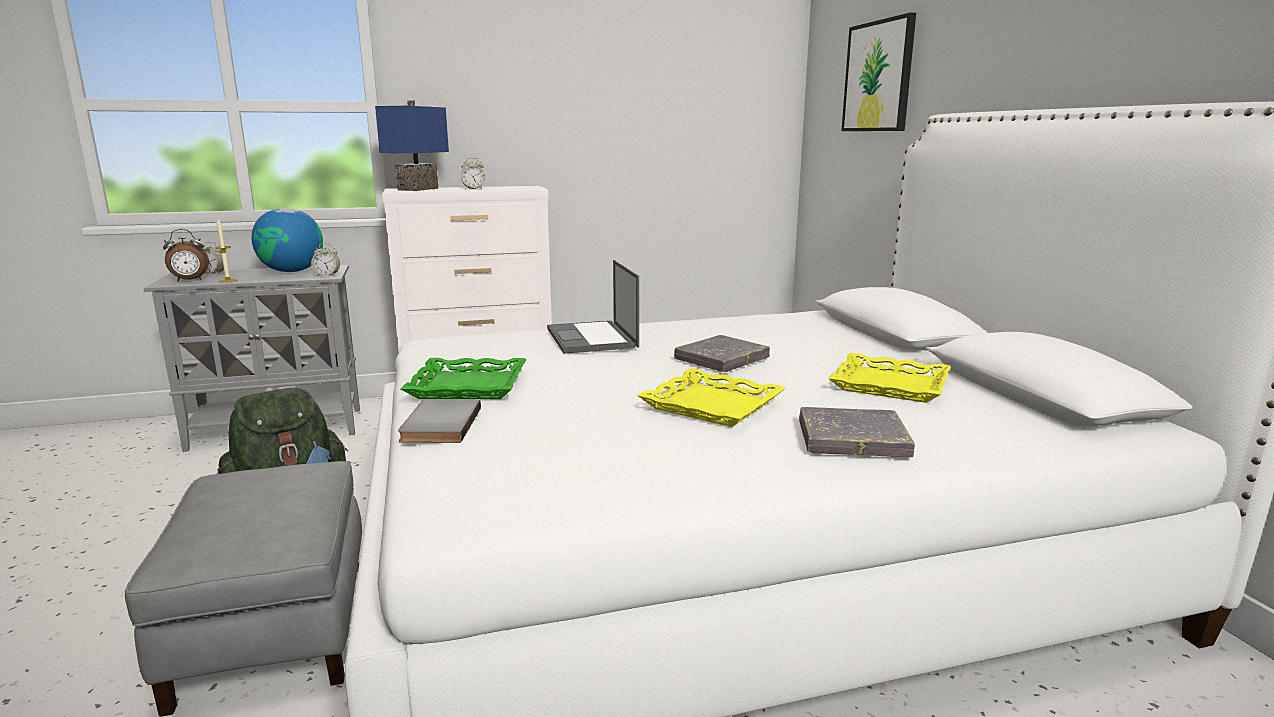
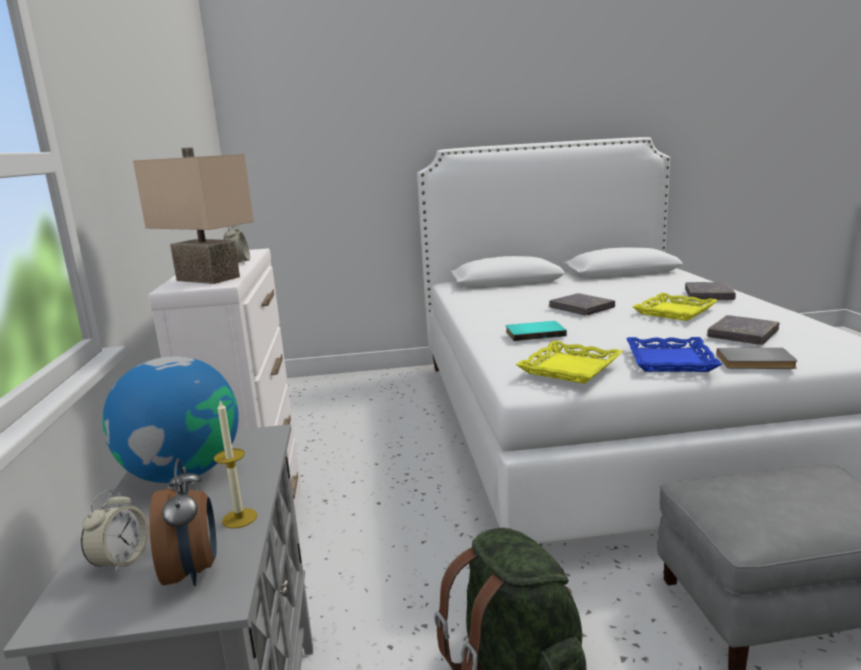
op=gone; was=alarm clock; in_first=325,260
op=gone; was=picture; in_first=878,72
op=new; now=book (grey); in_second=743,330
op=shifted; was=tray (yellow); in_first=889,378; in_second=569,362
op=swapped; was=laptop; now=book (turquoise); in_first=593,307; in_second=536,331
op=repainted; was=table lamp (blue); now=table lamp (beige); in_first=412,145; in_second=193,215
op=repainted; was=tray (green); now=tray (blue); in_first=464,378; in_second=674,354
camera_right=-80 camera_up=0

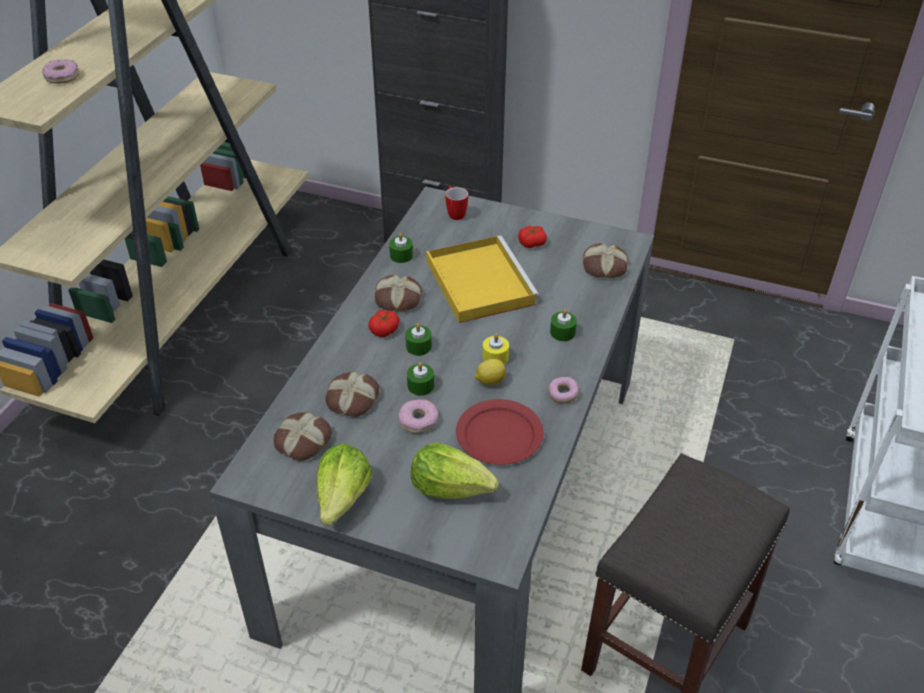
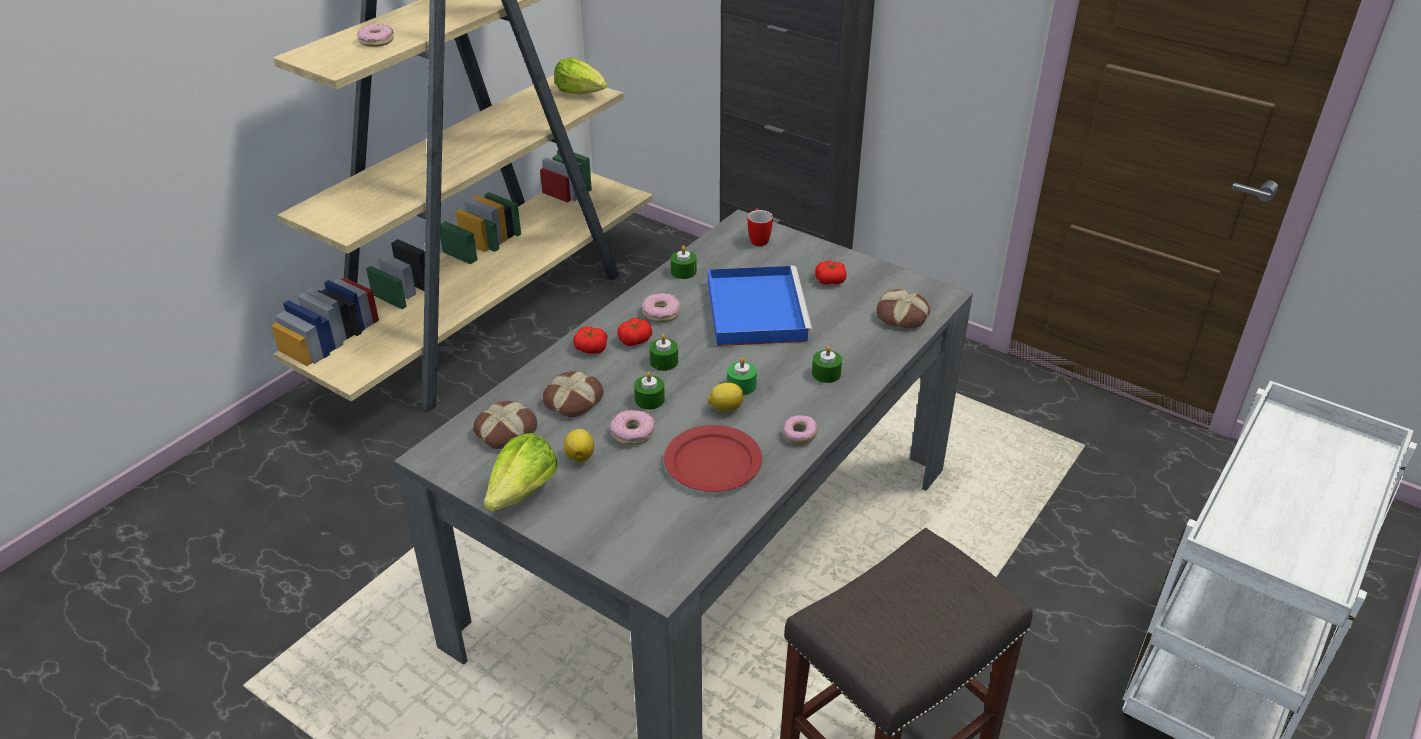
op=new; now=lemon; in_second=579,445
op=new; now=tomato; in_second=590,340
op=shifted; was=lettuce; in_first=455,470; in_second=580,75
op=swapped; was=bread; now=donut; in_first=398,292; in_second=661,307
op=repainted; was=tray (yellow); now=tray (blue); in_first=482,279; in_second=760,305
op=repainted; was=candle (yellow); now=candle (green); in_first=496,349; in_second=742,376
camera_right=15 camera_up=-5

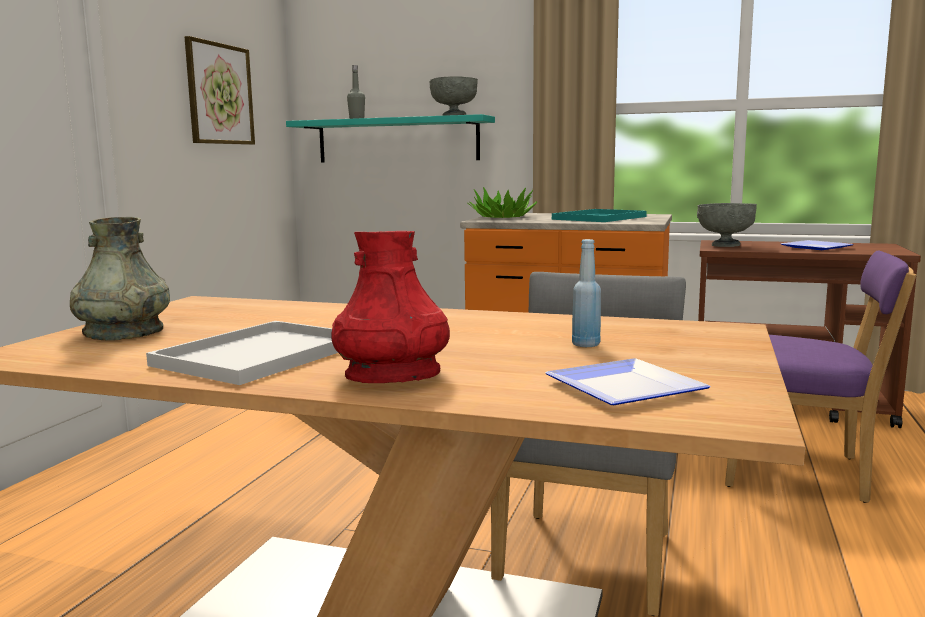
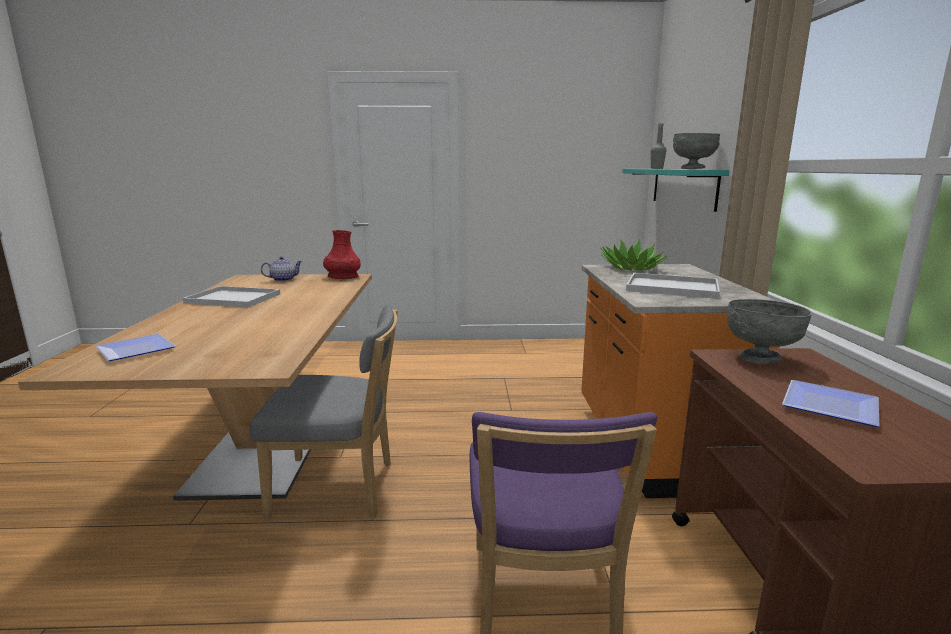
op=gone; was=picture; in_first=220,90
op=gone; was=bottle (blue); in_first=586,293
op=shifted; was=vase (red); in_first=390,307; in_second=342,254
op=swapped; was=vase (grey); now=teapot; in_first=120,278; in_second=282,269
op=repainted; was=tray (turquoise); now=tray (white); in_first=599,215; in_second=673,286
camera_right=70 camera_up=5

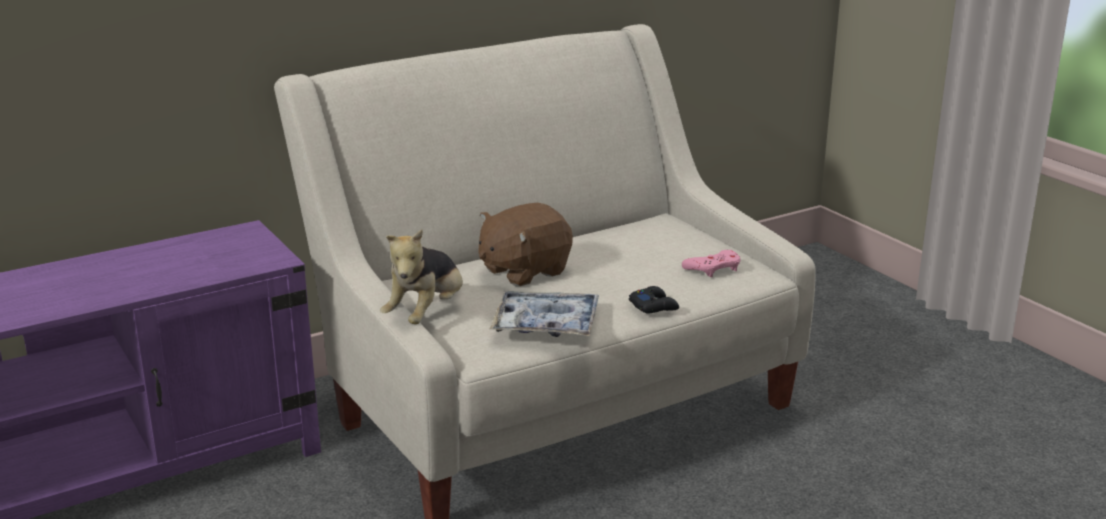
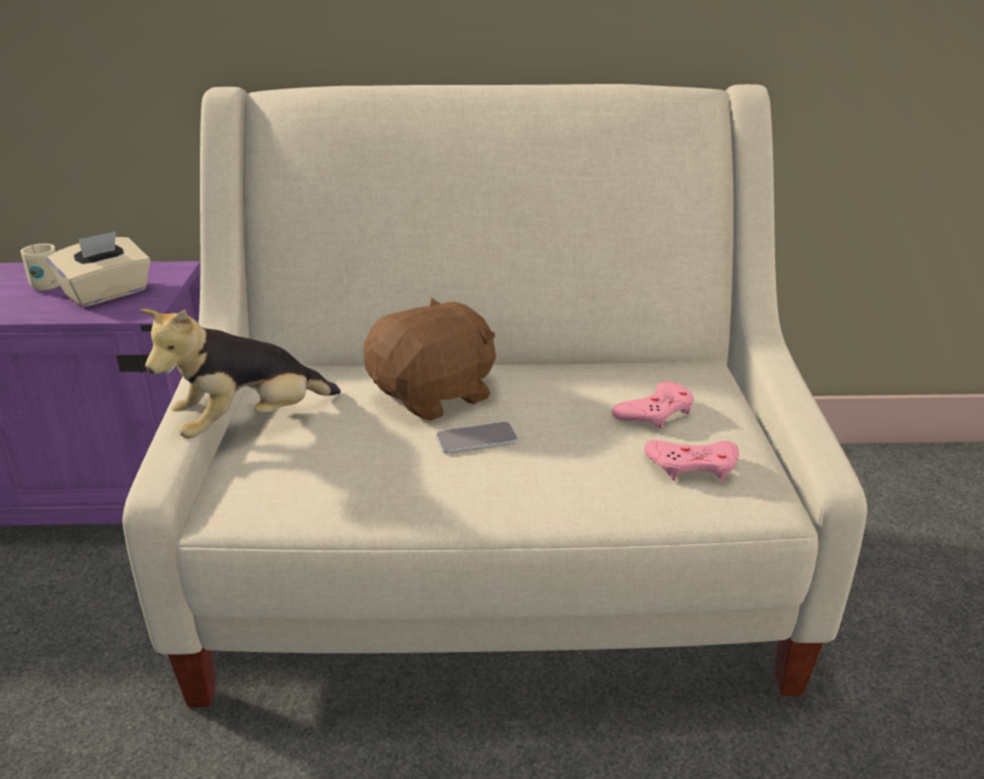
op=gone; was=tray; in_first=544,314
op=gone; was=game controller (black); in_first=654,299
op=new; now=mug (beige); in_second=40,267
op=new; now=tissue box (beige); in_second=98,269
op=new; now=phone; in_second=477,438
op=new; now=game controller (pink); in_second=653,405
op=rotated; was=plush toy (brown); in_first=526,244; in_second=429,359; clockwise=150
camera_right=30 camera_up=5

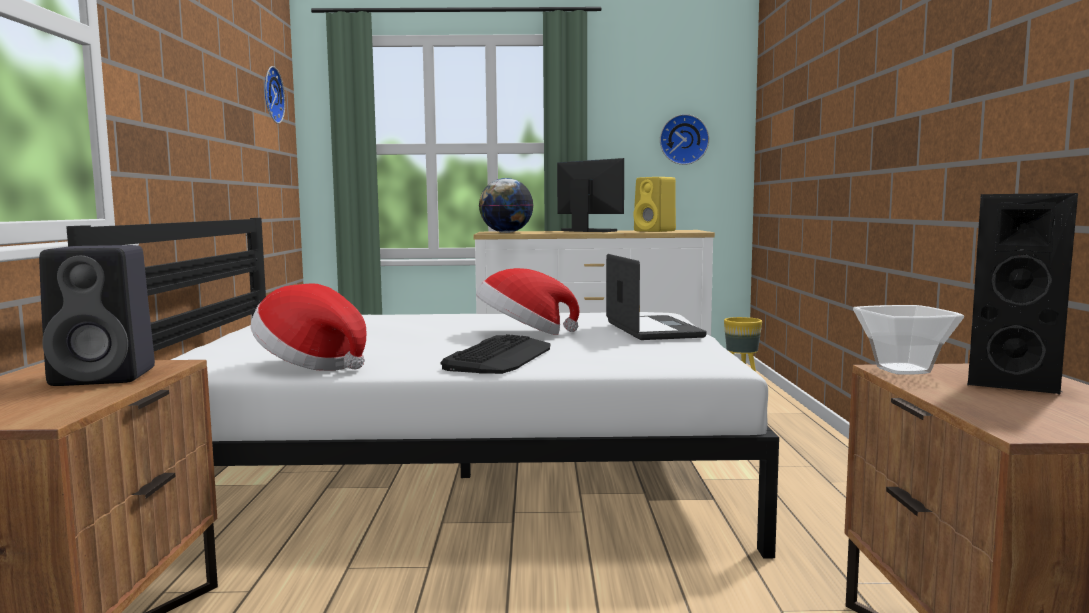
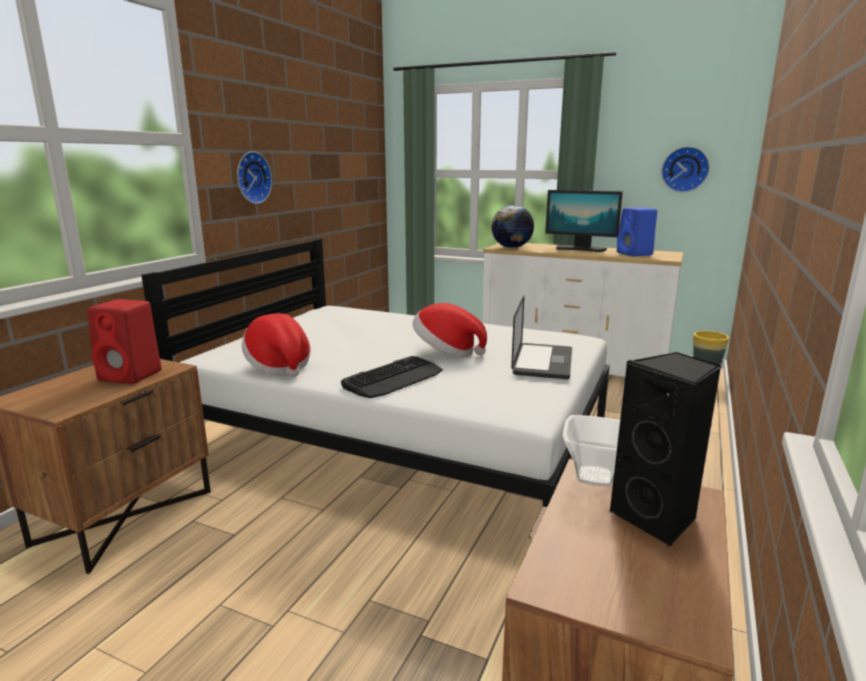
op=shifted; was=wall clock; in_first=275,95; in_second=254,177
op=repainted; was=speaker (black); now=speaker (red); in_first=97,315; in_second=124,341
op=repainted; was=speaker (yellow); now=speaker (blue); in_first=654,204; in_second=637,231
op=rotated; was=monitor; in_first=590,195; in_second=584,221; clockwise=135
camera_right=25 camera_up=10

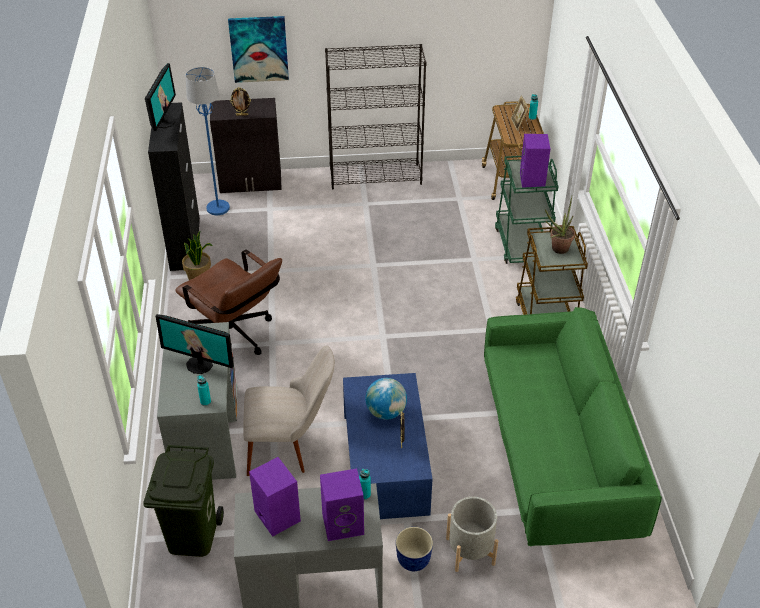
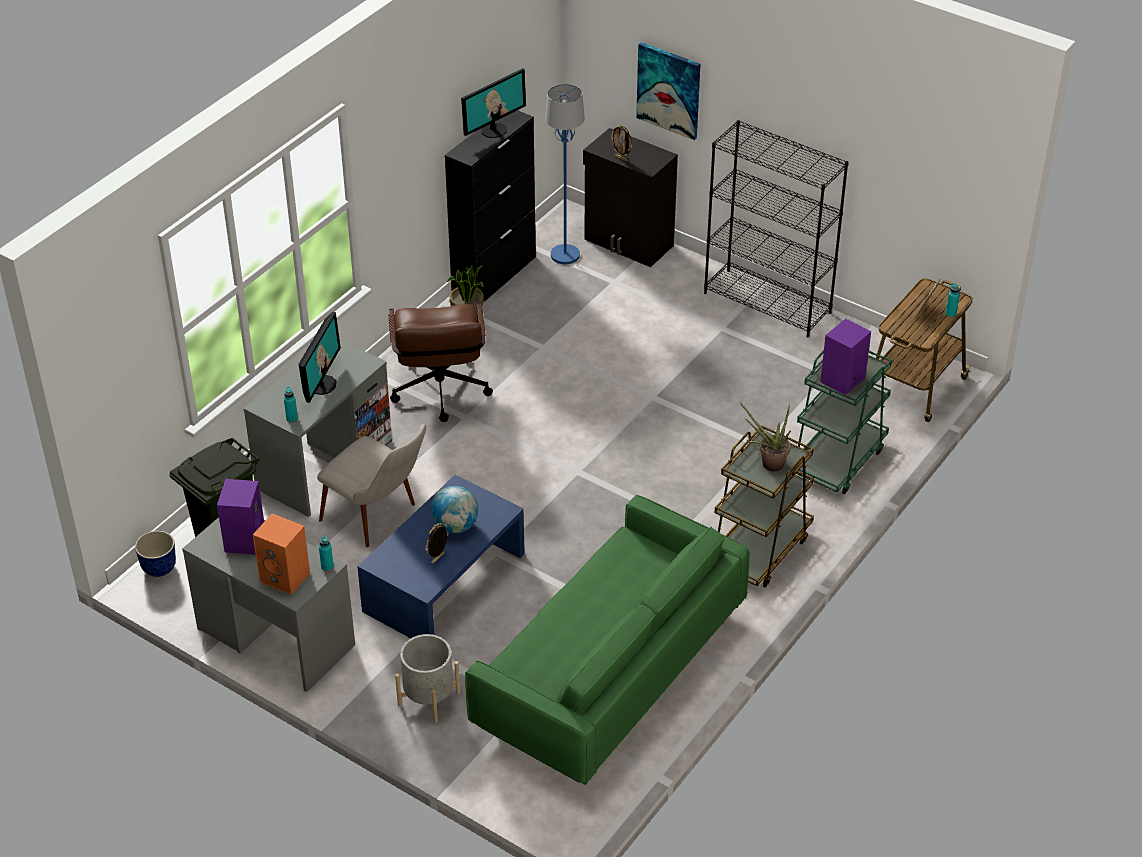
op=shifted; was=planter; in_first=414,549; in_second=155,554
op=repainted; was=speaker (purple); now=speaker (orange); in_first=342,504; in_second=281,554
op=rotated; was=monitor; in_first=195,344; in_second=320,357; clockwise=-135
camera_right=40 camera_up=0

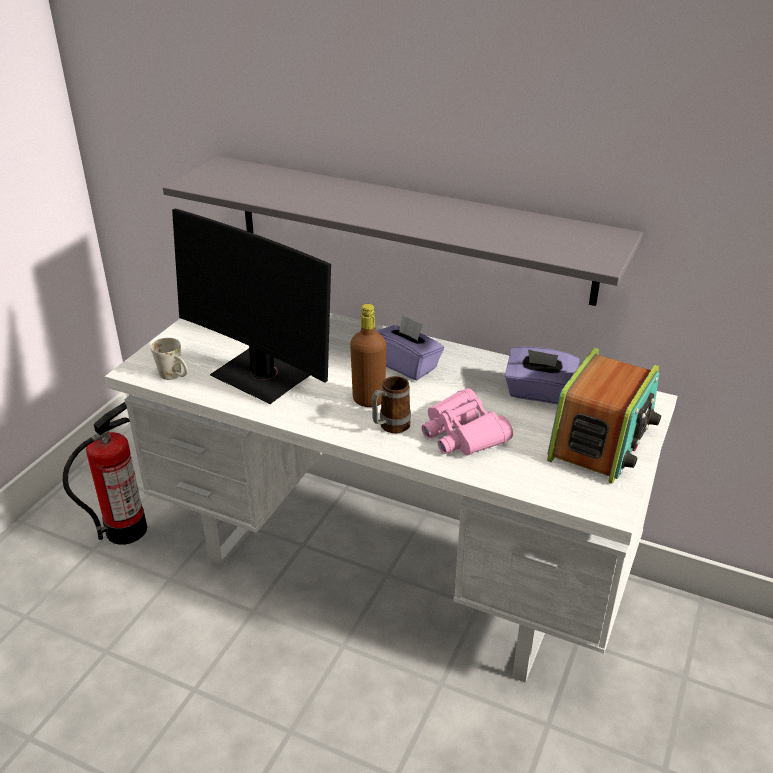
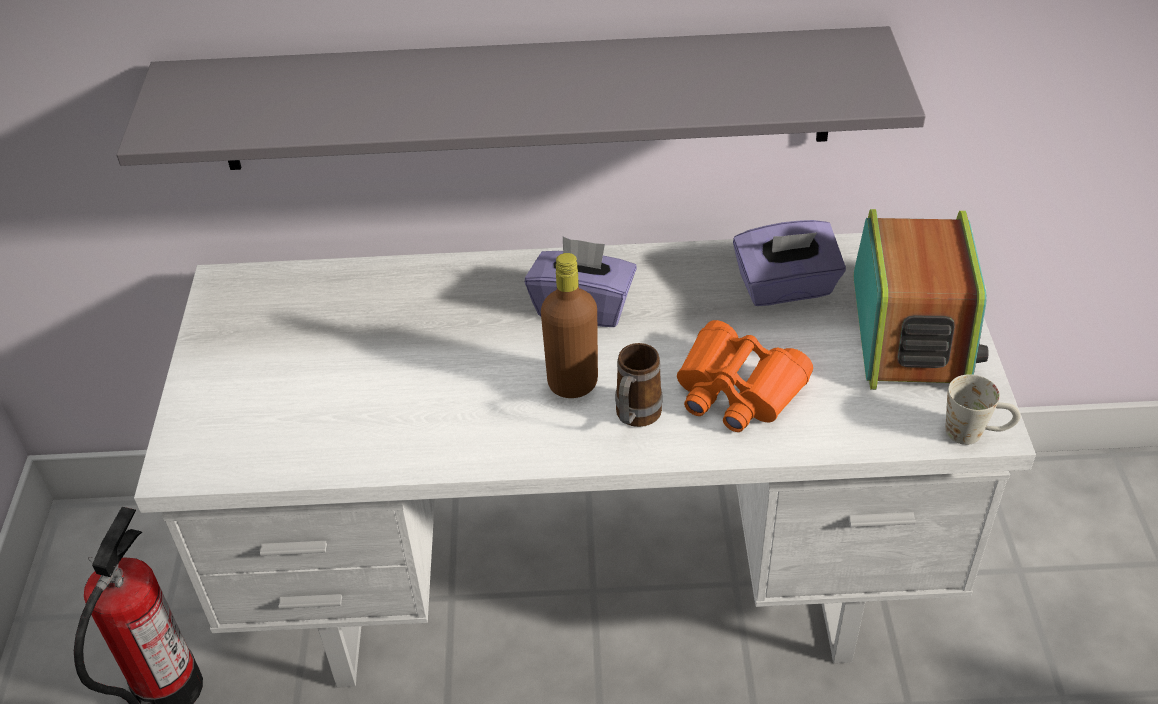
op=gone; was=monitor; in_first=251,306
op=shifted; was=mug (white); in_first=169,359; in_second=982,409
op=repainted; was=binoculars (pink); now=binoculars (orange); in_first=467,422; in_second=745,376
camera_right=-25 camera_up=10

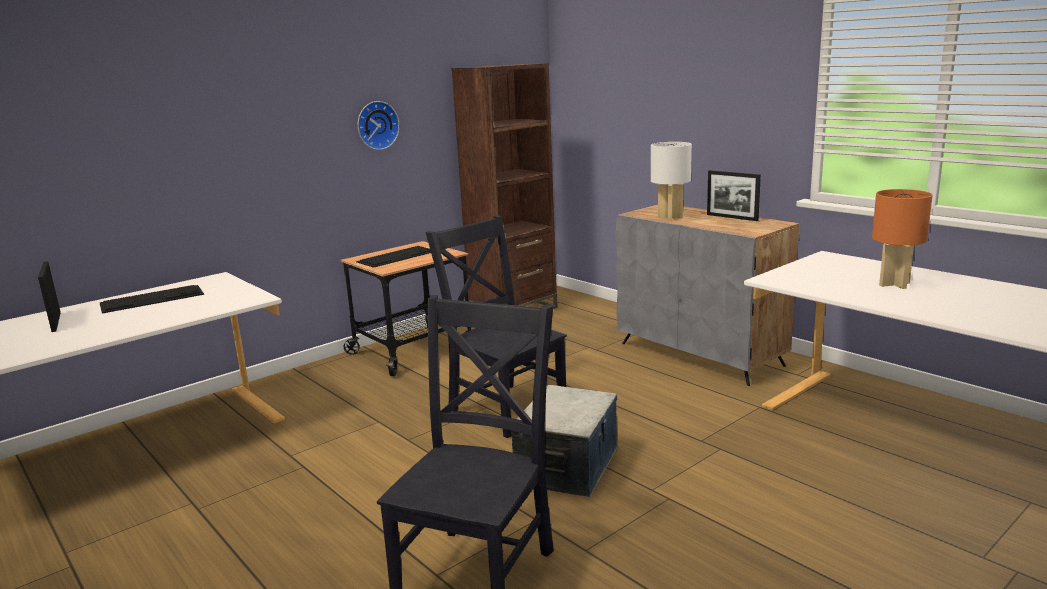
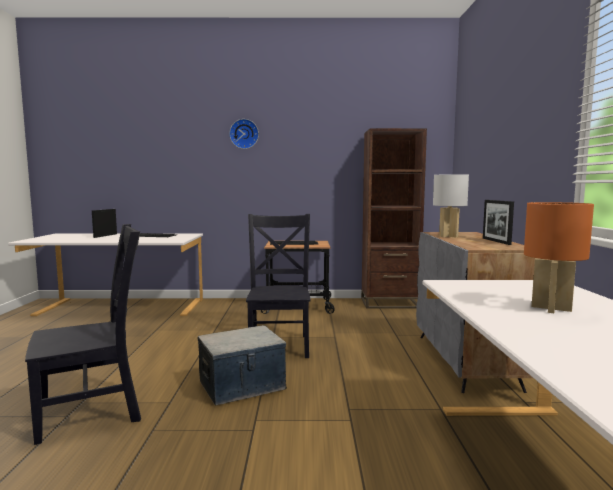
op=shifted; was=wall clock; in_first=378,125; in_second=244,134
camera_right=40 camera_up=-10

